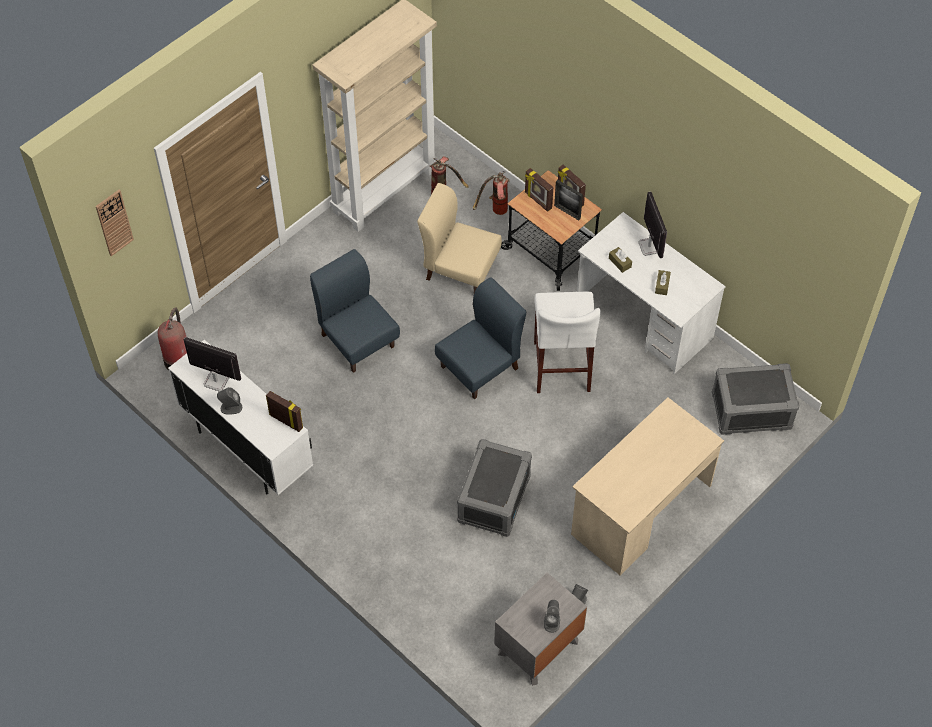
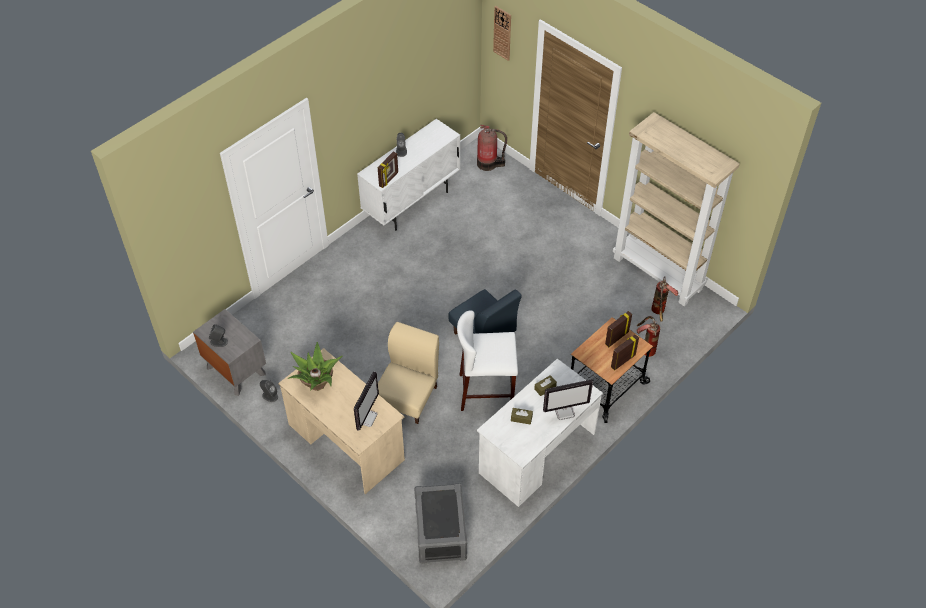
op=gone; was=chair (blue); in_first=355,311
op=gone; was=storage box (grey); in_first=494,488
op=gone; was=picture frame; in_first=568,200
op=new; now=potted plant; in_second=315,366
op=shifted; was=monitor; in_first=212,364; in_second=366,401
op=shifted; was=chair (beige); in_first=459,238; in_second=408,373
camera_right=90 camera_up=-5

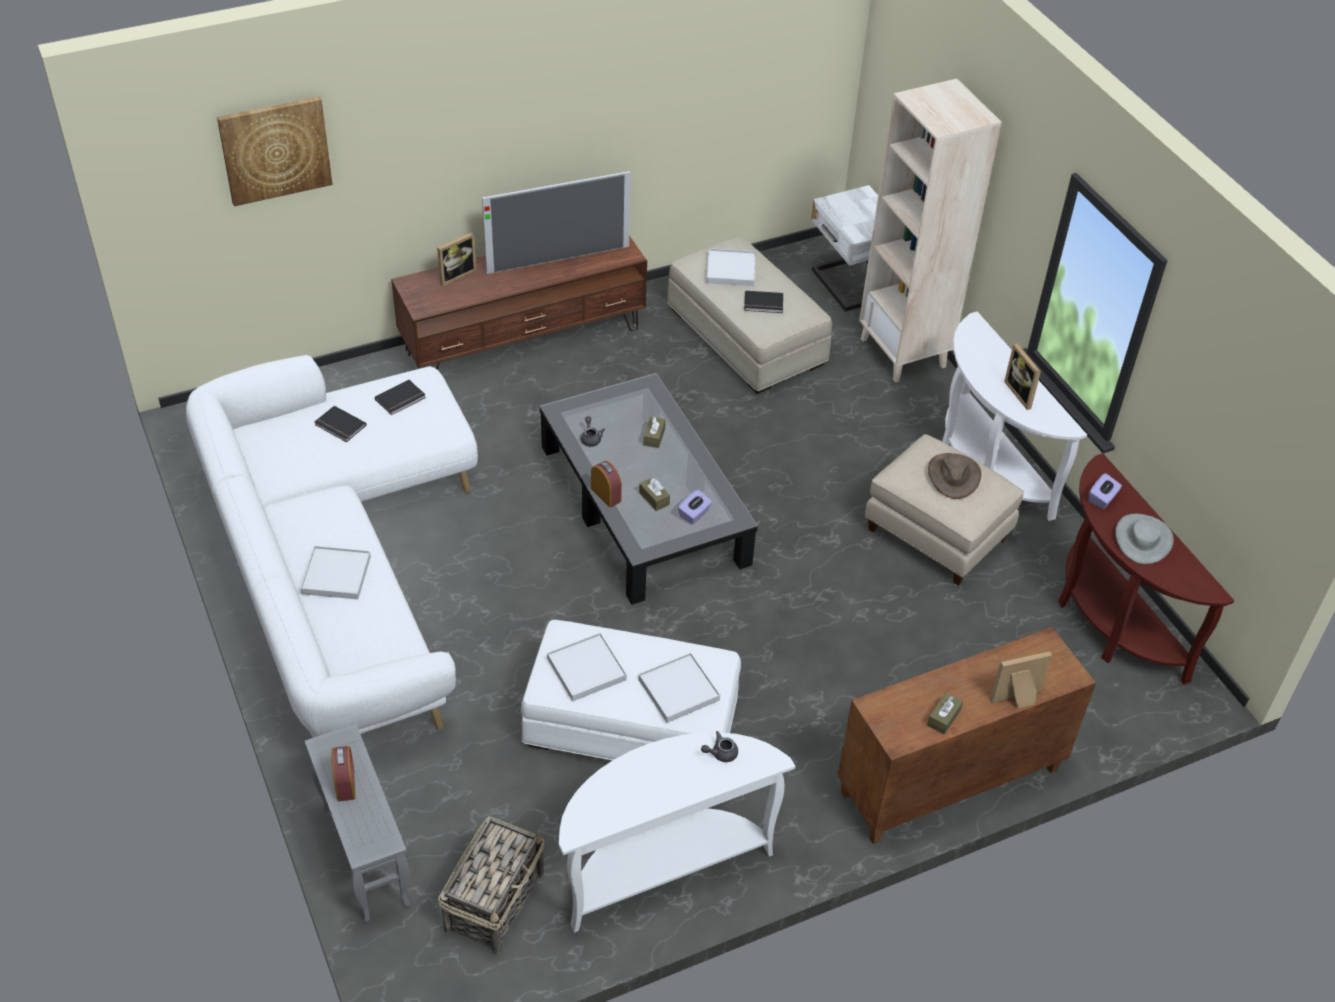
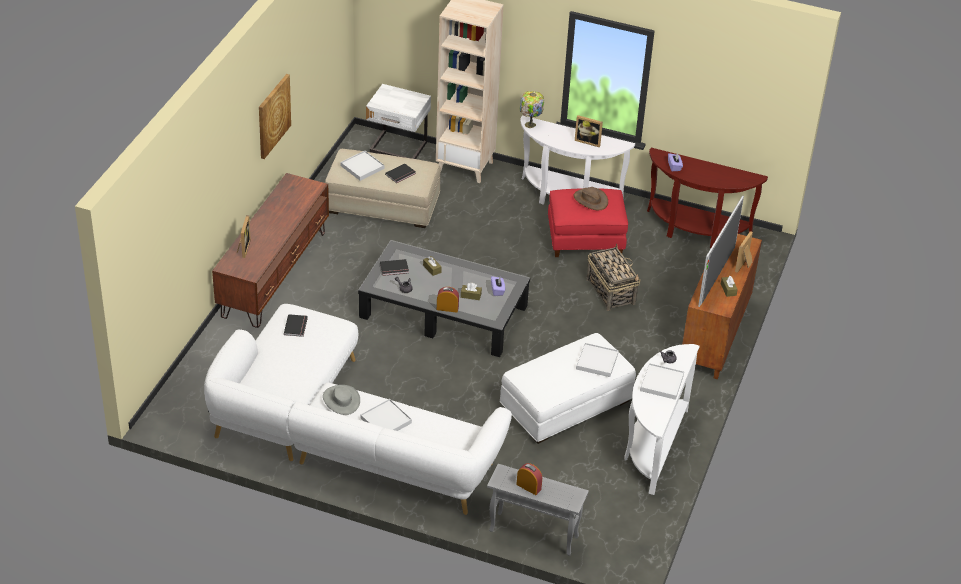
op=new; now=table lamp; in_second=532,109
op=shifted; was=picture; in_first=275,151; in_second=275,116
op=shifted; was=book (black); in_first=340,424; in_second=394,267
op=shifted; was=basket; in_first=491,885; in_second=613,277
op=shifted; was=television; in_first=556,222; in_second=721,251
op=shifted; was=tray (white); in_first=587,667; in_second=662,381
op=shifted; was=hat (grey); in_first=1145,539; in_second=341,400
op=repainted; was=ottoman (beige); now=ottoman (red); in_first=944,510; in_second=588,222
camera_right=-45 camera_up=-5

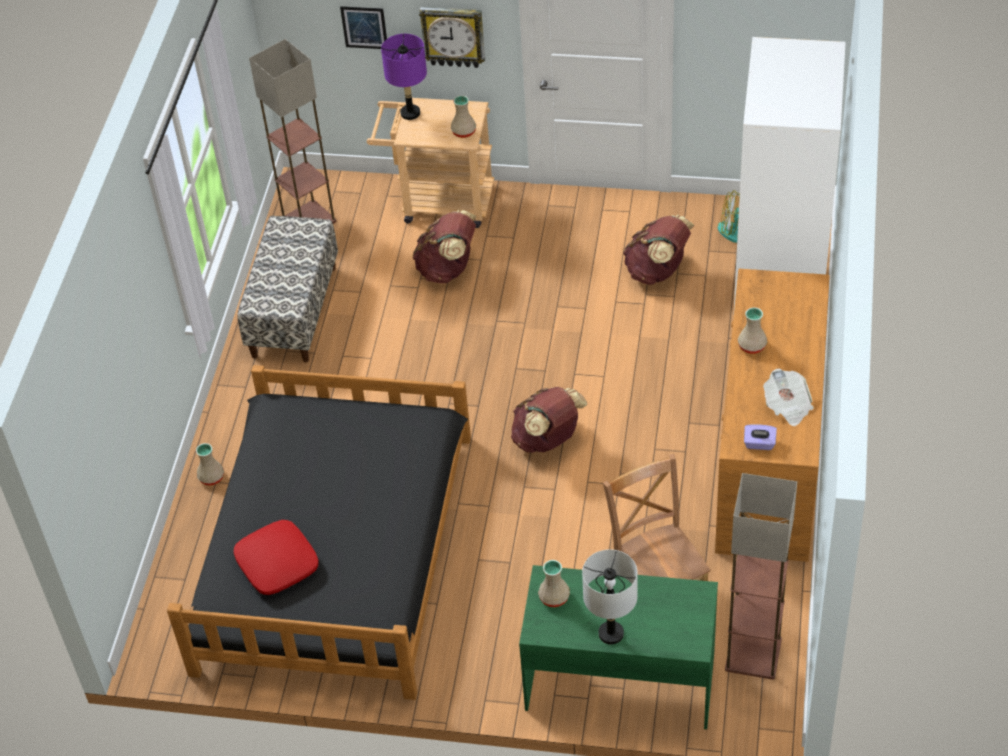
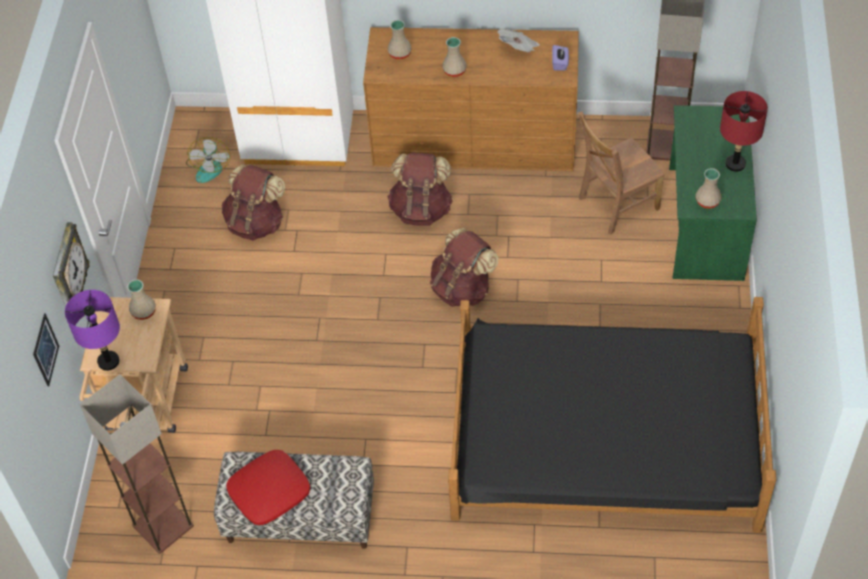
op=shifted; was=vase (beige); in_first=210,464; in_second=399,40
op=shifted; was=pillow (red); in_first=276,557; in_second=268,487
op=shifted; was=backpack (brown); in_first=444,246; in_second=420,189
op=repainted; was=table lamp (grey); now=table lamp (red); in_first=610,596; in_second=744,131
camera_right=-95 camera_up=5

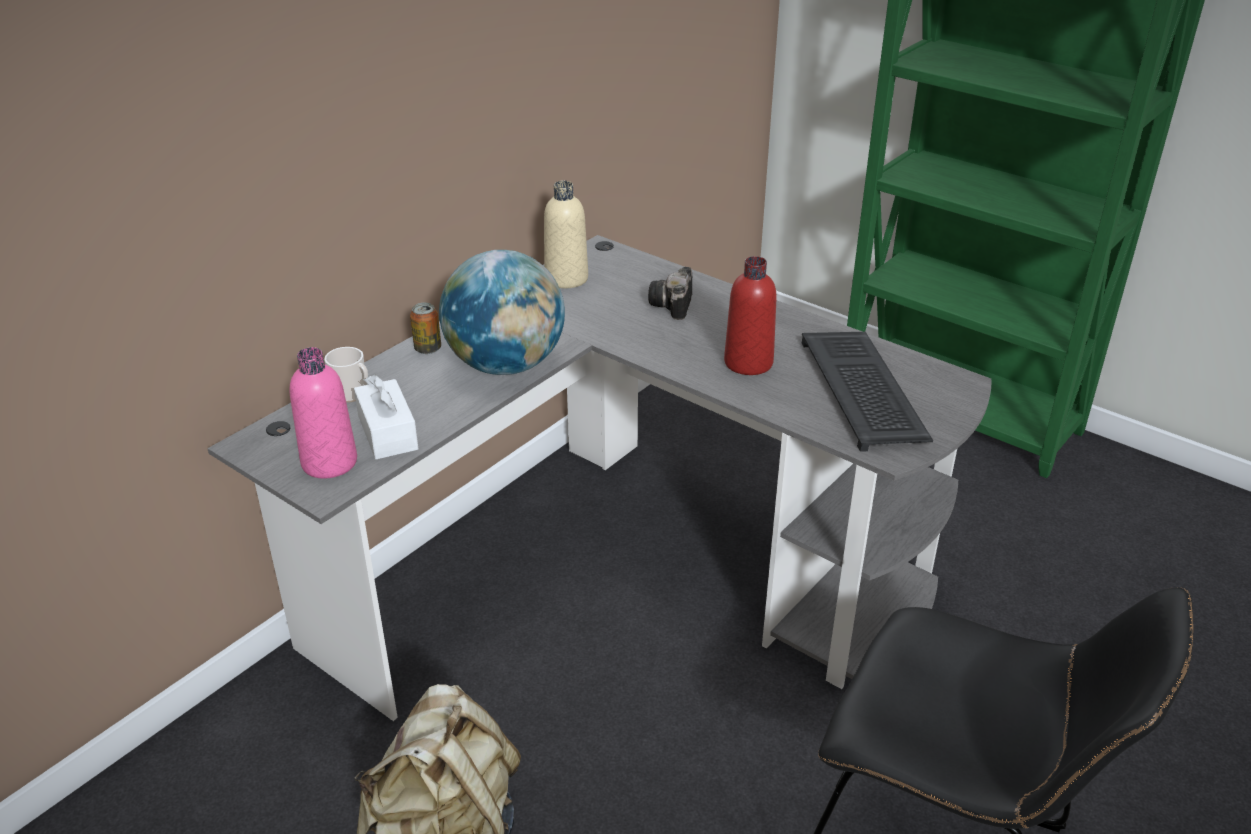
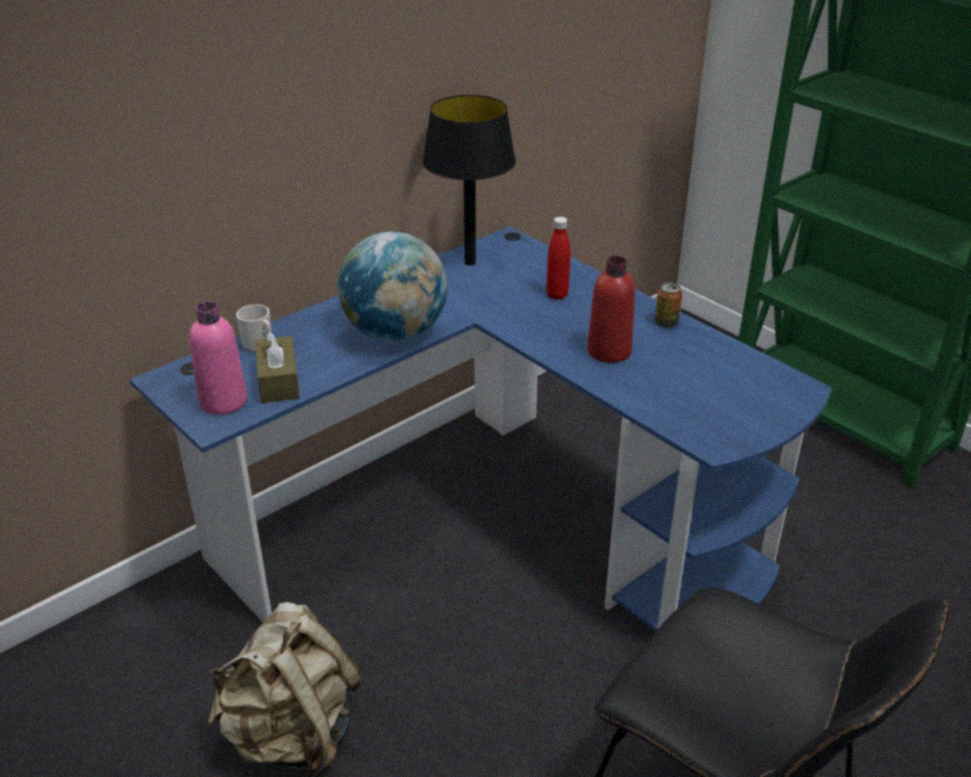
op=gone; was=keyboard; in_first=867,392
op=shifted; was=can; in_first=425,328; in_second=668,305
op=swapped; was=bottle (beige); now=table lamp (black); in_first=566,234; in_second=469,180
op=swapped; was=photo camera; now=bottle (red); in_first=670,293; in_second=558,258
op=repainted; was=desk (grey); now=desk (blue); in_first=599,478; in_second=480,429
op=repainted; was=tissue box (white); now=tissue box (brown); in_first=386,417; in_second=277,366
camera_right=10 camera_up=0

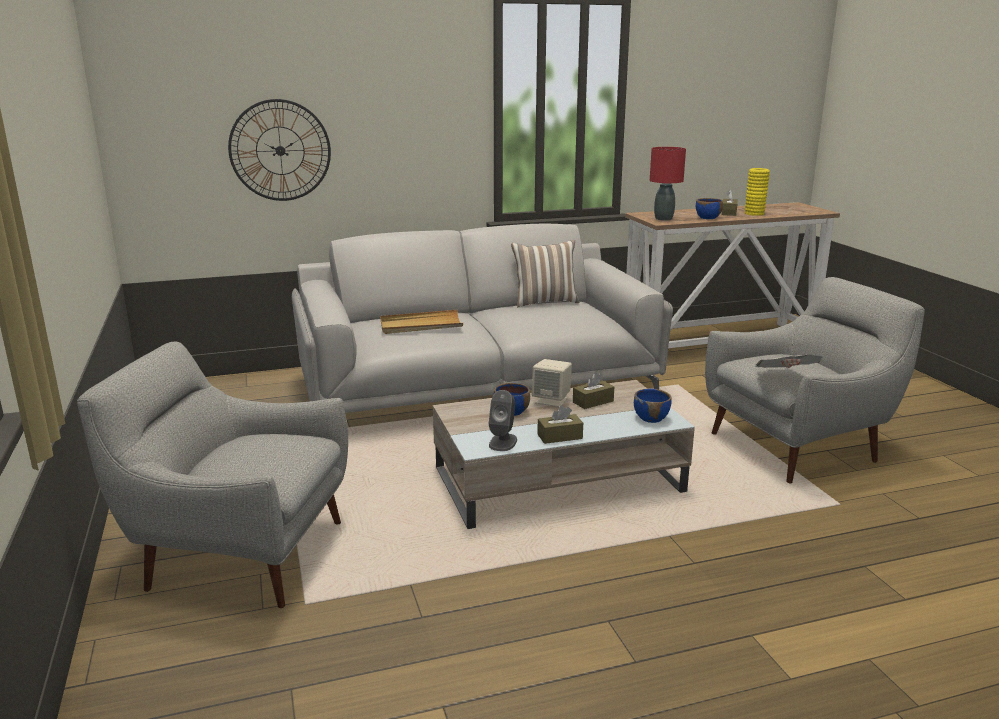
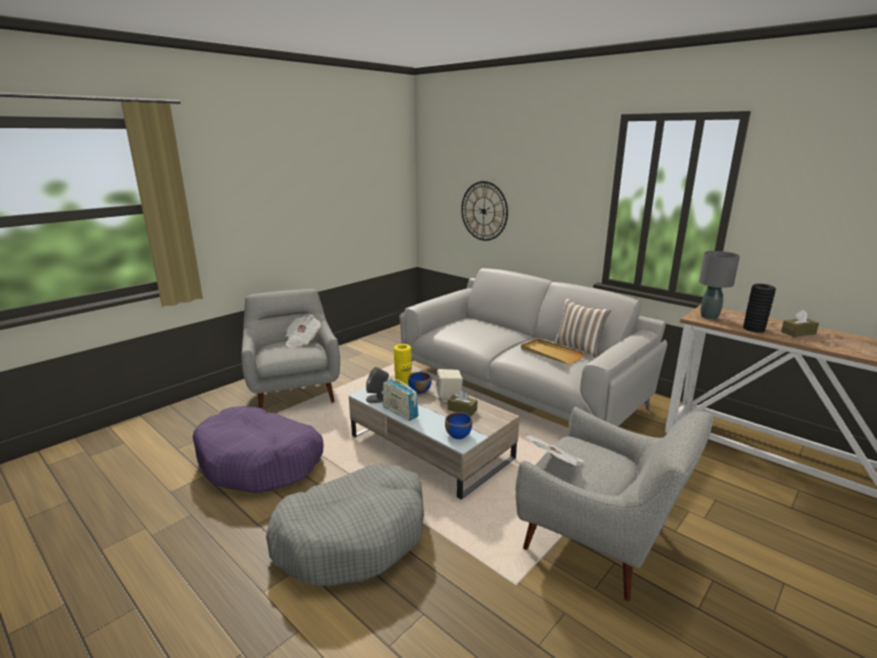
op=new; now=dog bed (purple); in_second=257,449
op=new; now=dog bed (grey); in_second=345,525
op=new; now=newspaper; in_second=303,331
op=shifted; was=tray (beige); in_first=421,322; in_second=553,351
op=shifted; was=vase (yellow); in_first=757,192; in_second=403,365
op=swapped; was=tissue box (brown); now=radio; in_first=560,424; in_second=400,398
op=swapped; was=bowl (blue); now=vase (black); in_first=709,208; in_second=759,308
op=repainted; was=table lamp (red); now=table lamp (grey); in_first=668,184; in_second=719,285
camera_right=60 camera_up=0

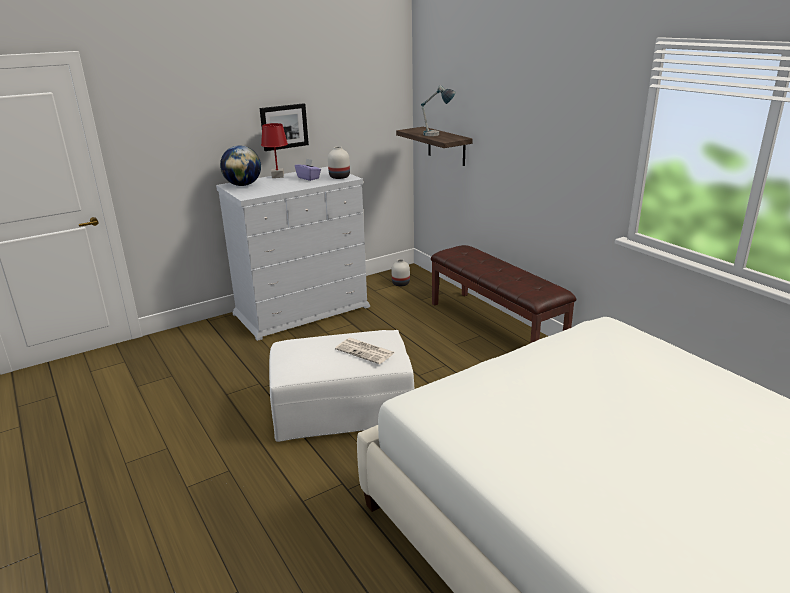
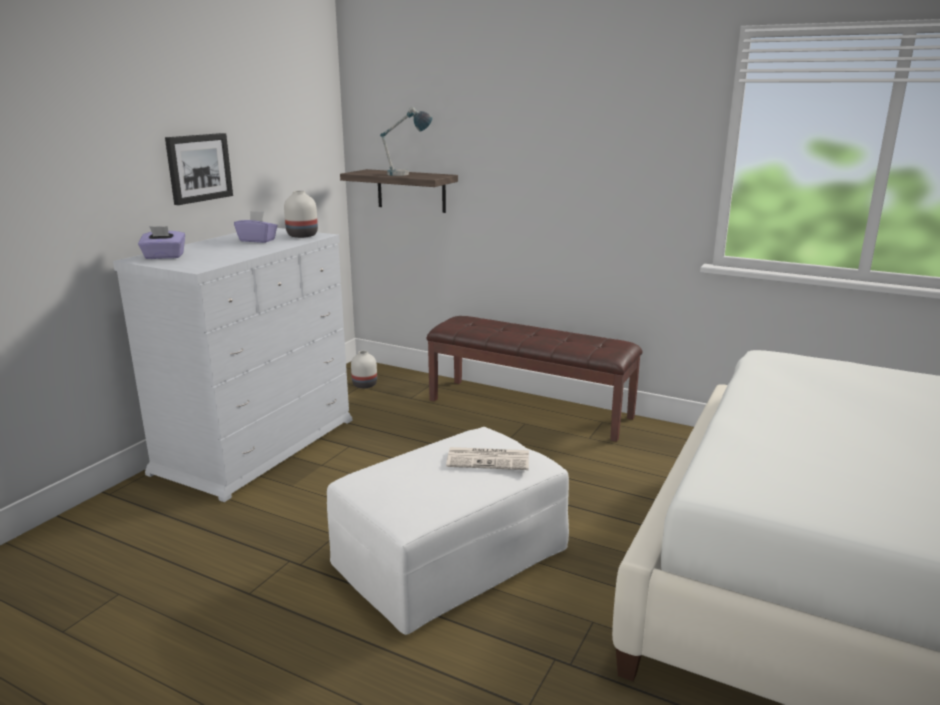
op=gone; was=table lamp (red); in_first=274,150
op=swapped; was=globe; now=tissue box (purple); in_first=240,166; in_second=161,242
camera_right=-30 camera_up=-5

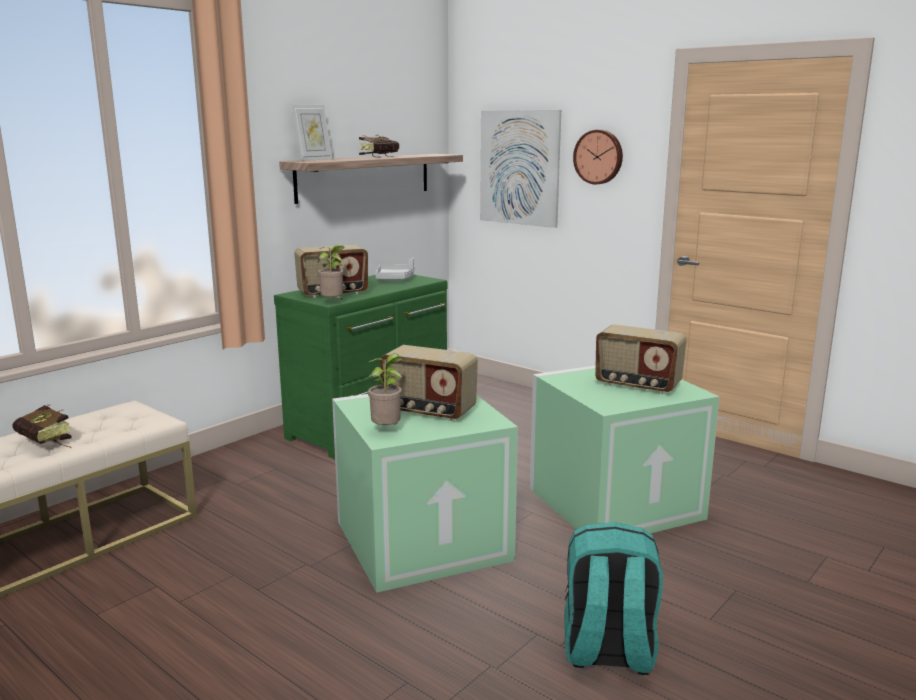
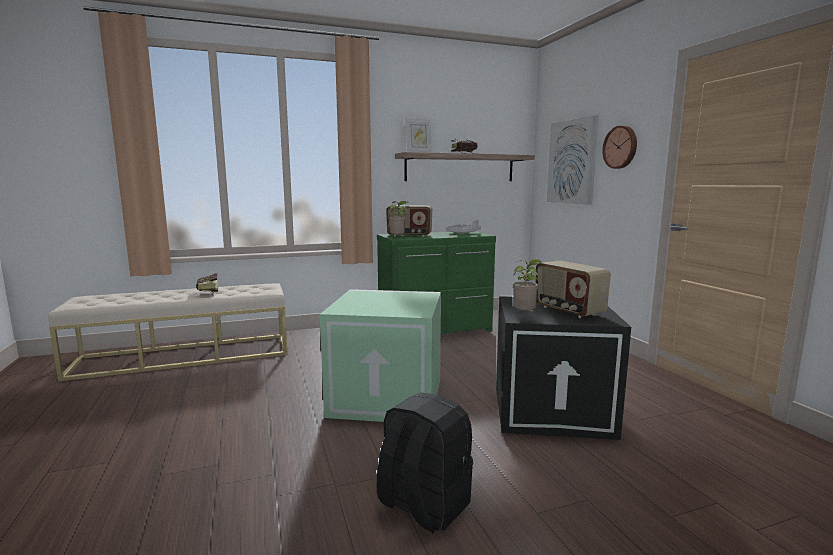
op=gone; was=radio; in_first=429,383
op=shifted; was=potted plant; in_first=385,389; in_second=527,286
op=repainted; was=storage box (green); now=storage box (black); in_first=625,449; in_second=563,367
op=repainted; was=backpack (turquoise); now=backpack (black); in_first=613,598; in_second=425,462
camera_right=30 camera_up=-5

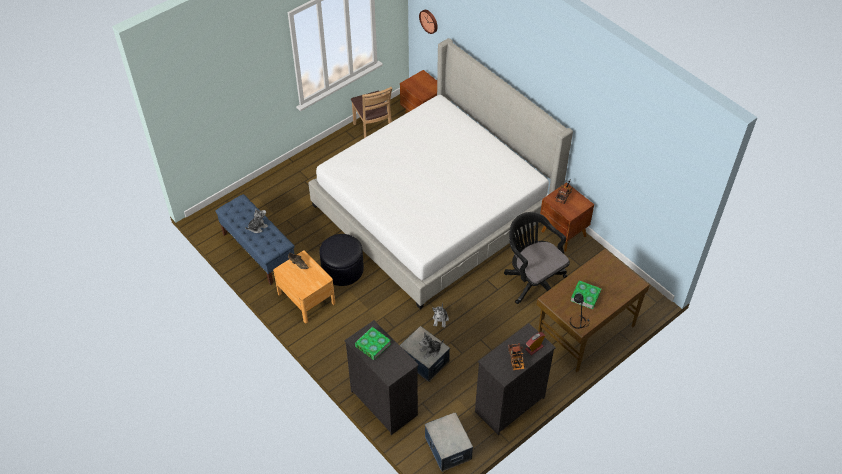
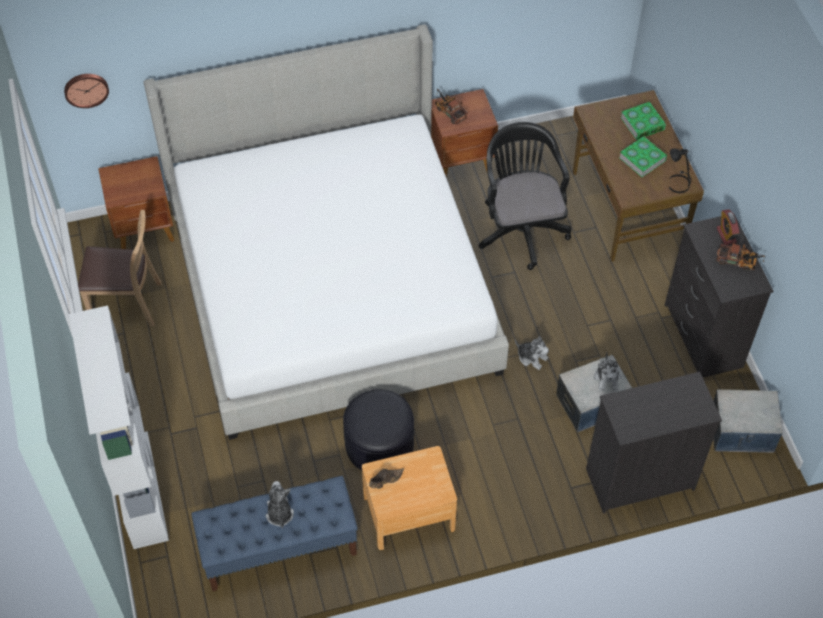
op=new; now=bookcase (white); in_second=119,427
op=shifted; was=book; in_first=373,343; in_second=643,121
op=rotated; was=office chair (black); in_first=537,258; in_second=525,196; clockwise=90
camera_right=-65 camera_up=5

